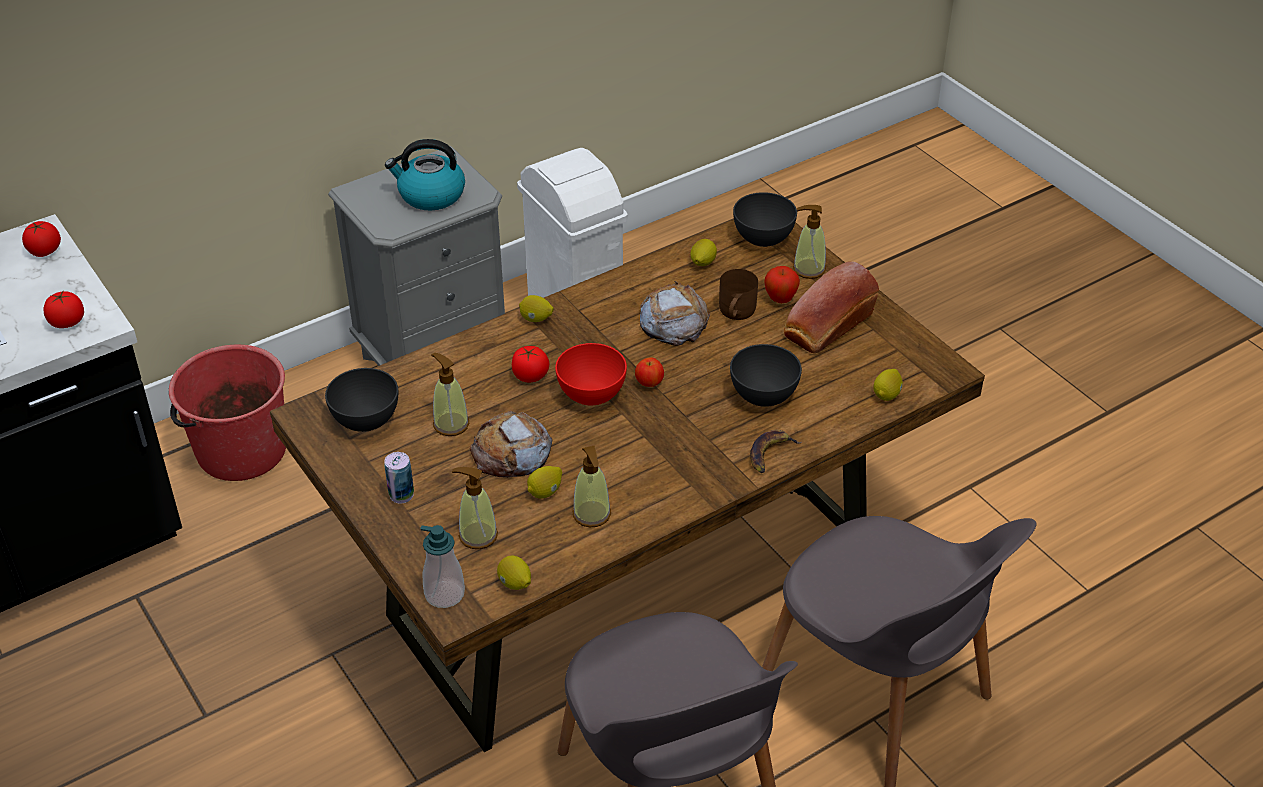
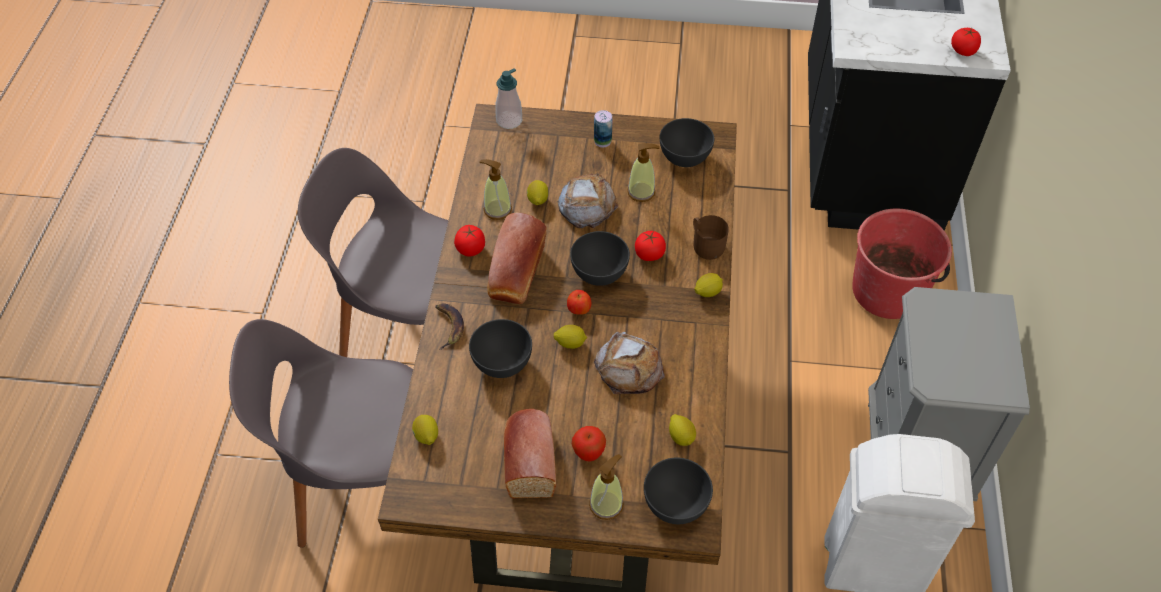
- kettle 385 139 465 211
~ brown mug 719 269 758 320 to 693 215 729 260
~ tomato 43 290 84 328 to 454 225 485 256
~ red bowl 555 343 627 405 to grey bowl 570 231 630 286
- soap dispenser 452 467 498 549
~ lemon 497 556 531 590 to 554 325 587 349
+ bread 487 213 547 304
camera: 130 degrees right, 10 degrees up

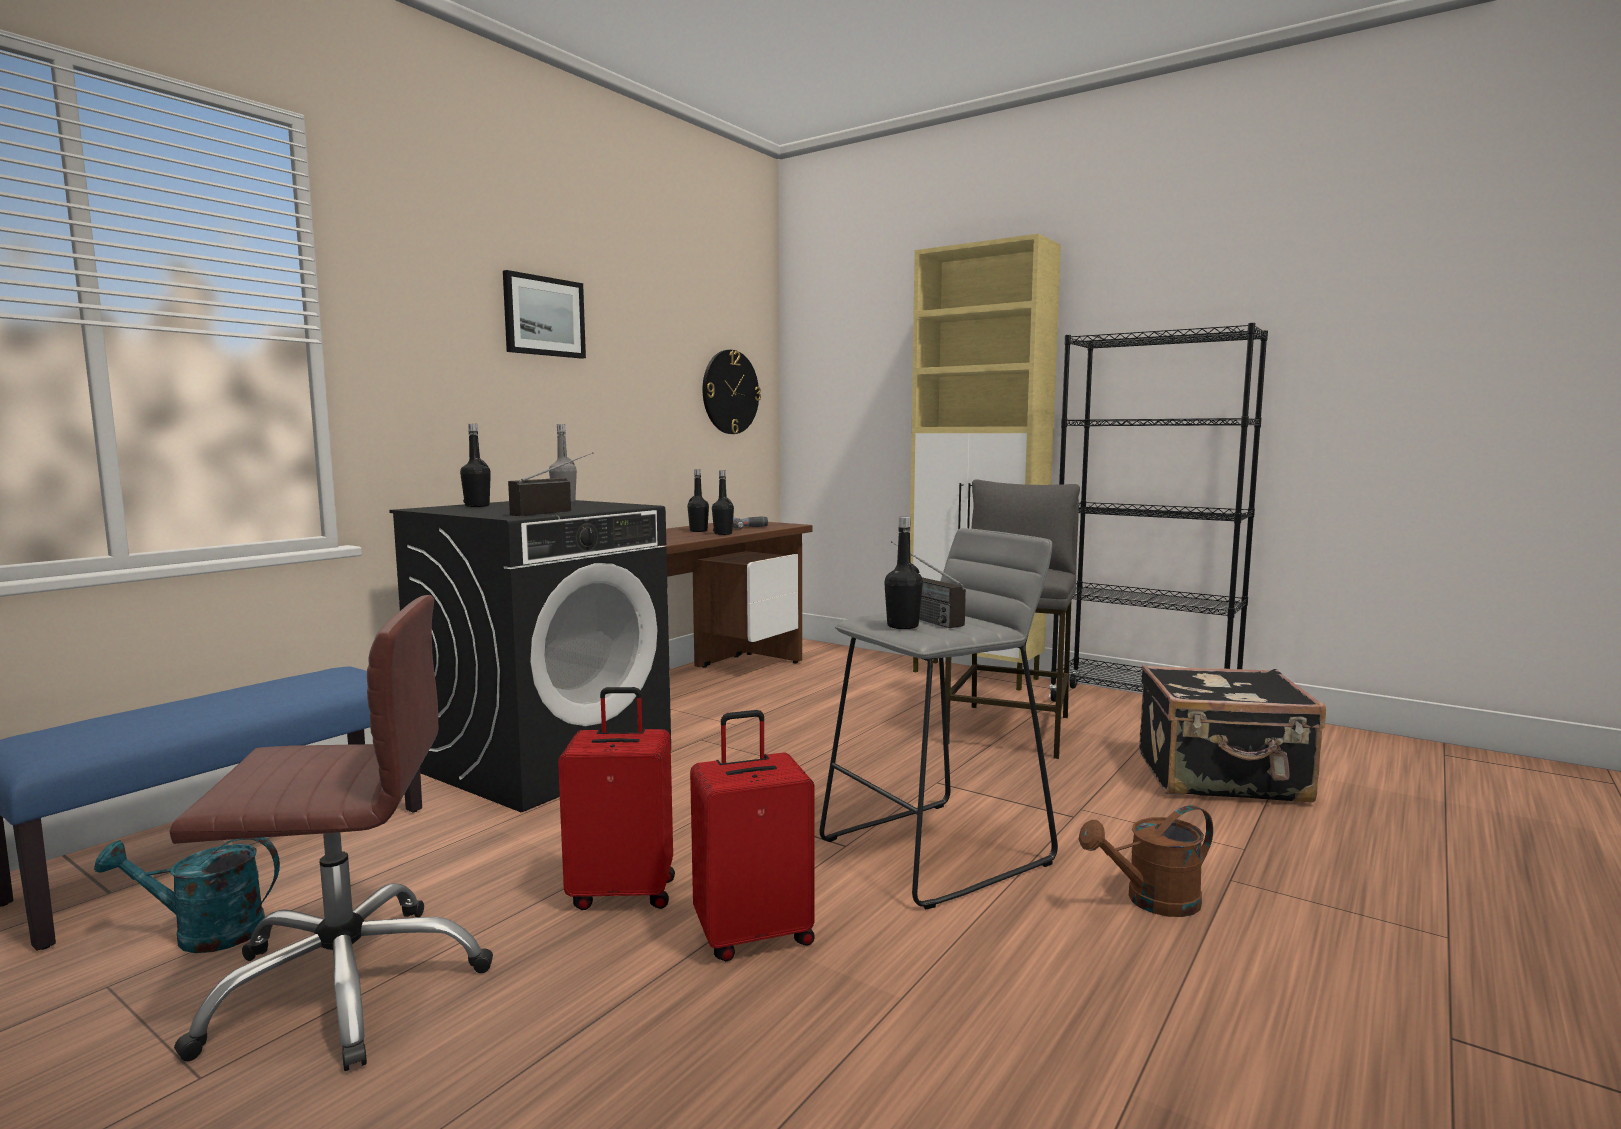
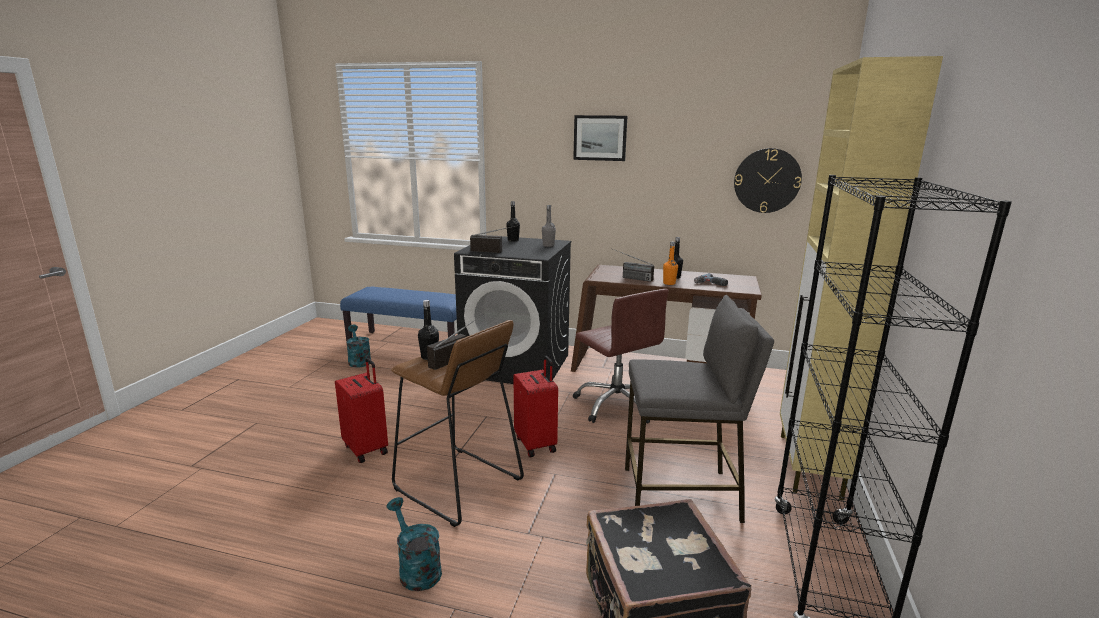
~ black bottle 712 470 734 535 to orange bottle 663 242 678 285
~ grey stool 819 528 1058 909 to brown stool 391 320 524 527
~ brown office chair 169 595 493 1071 to 573 289 669 423
~ red suitcase 558 687 675 910 to 513 356 558 457
~ brown watering can 1079 805 1213 917 to turquoise watering can 386 497 442 591
+ radio 611 248 654 282
camera: 70 degrees right, 10 degrees up

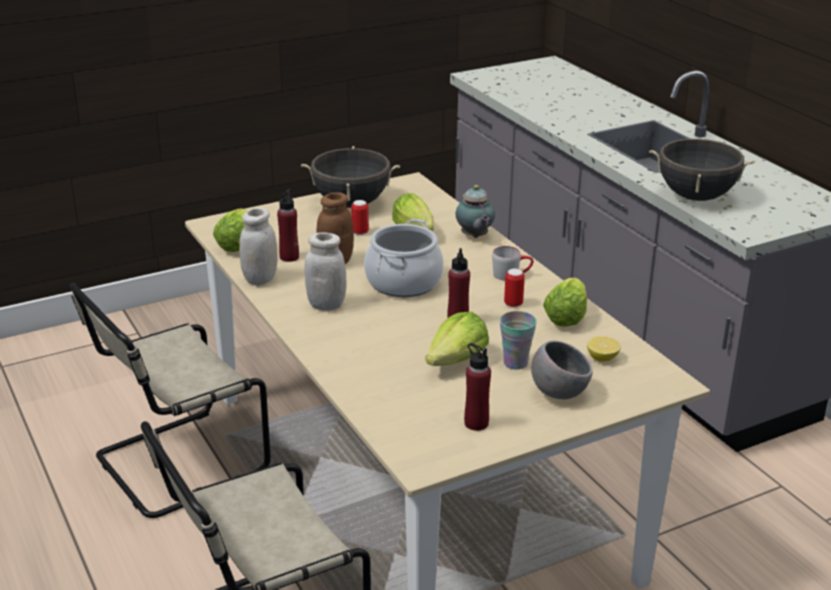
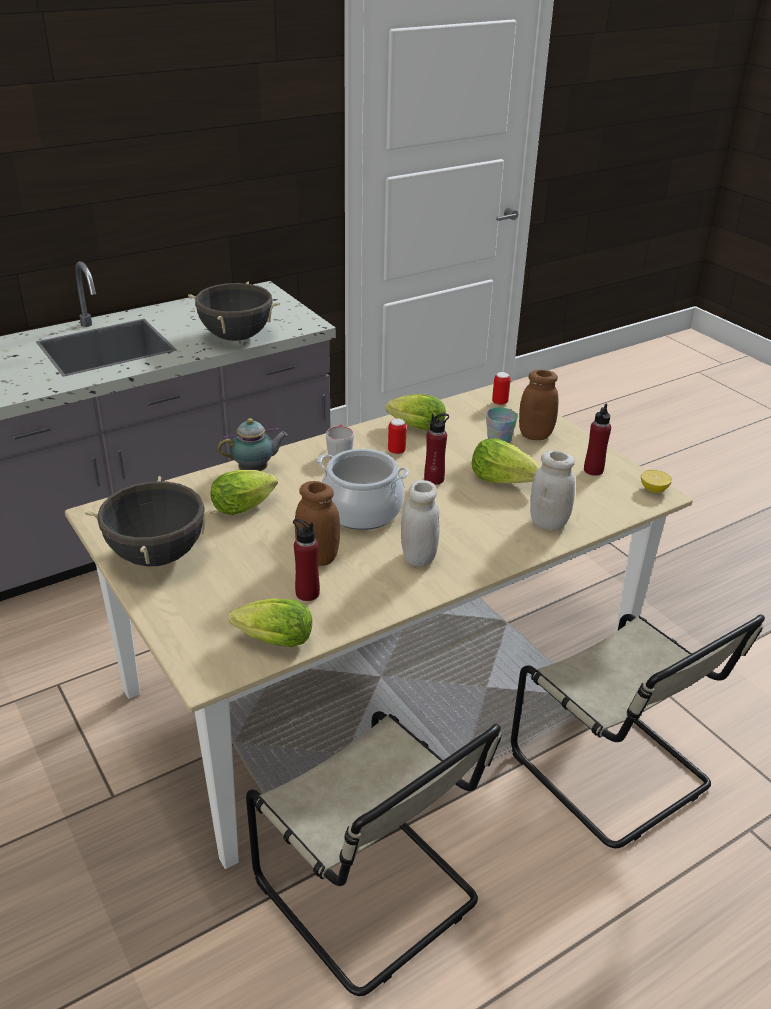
~ can 351 200 369 235 to 492 372 511 405
~ white jar 239 208 278 286 to 530 450 575 531
~ lemon 587 336 621 362 to 641 469 672 493
~ grey bowl 531 340 592 400 to brown jar 519 370 558 440
camera: 95 degrees left, 5 degrees up

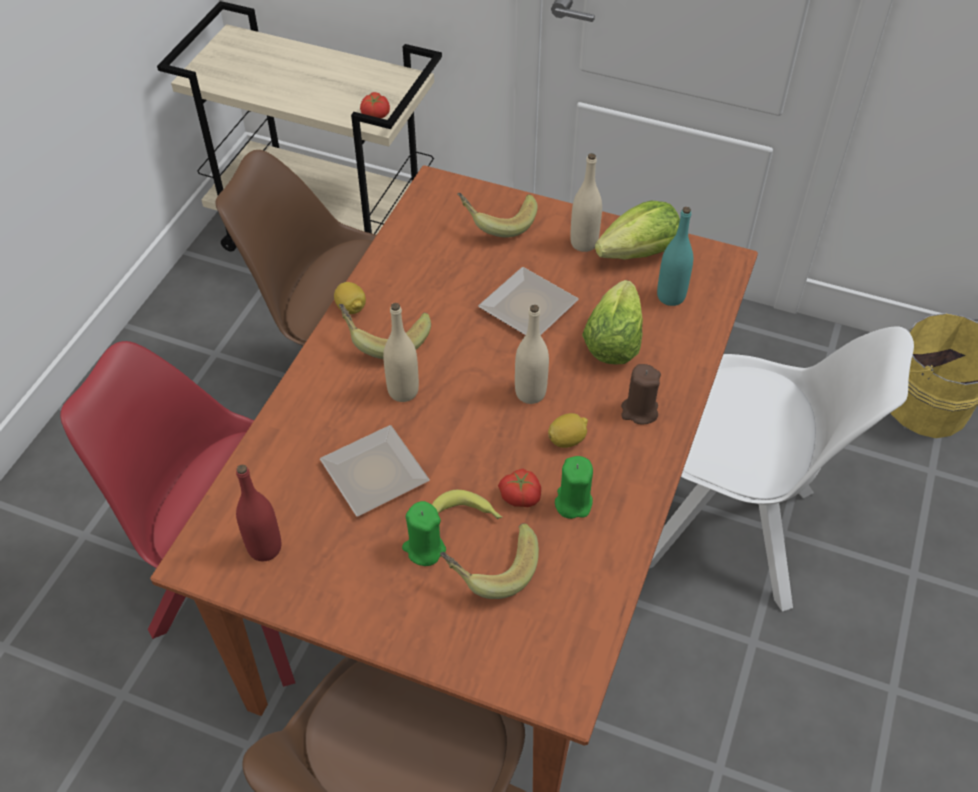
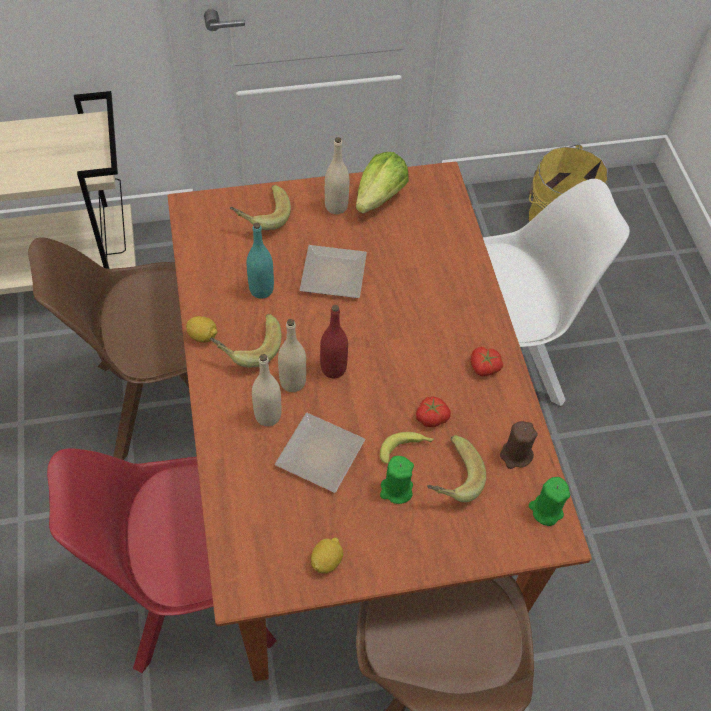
~ tomato 360 92 390 118 to 471 347 503 376
~ turquoise bottle 657 207 693 306 to 246 223 274 299
- lettuce 582 280 643 364
~ beige bottle 515 305 549 404 to 252 354 281 426
~ brown candle 621 364 661 425 to 500 421 538 469
~ lemon 548 413 588 448 to 311 537 343 574
~ green candle 555 456 593 519 to 529 477 570 526
~ red bottle 236 465 281 561 to 320 305 348 378
camera: 35 degrees left, 5 degrees up

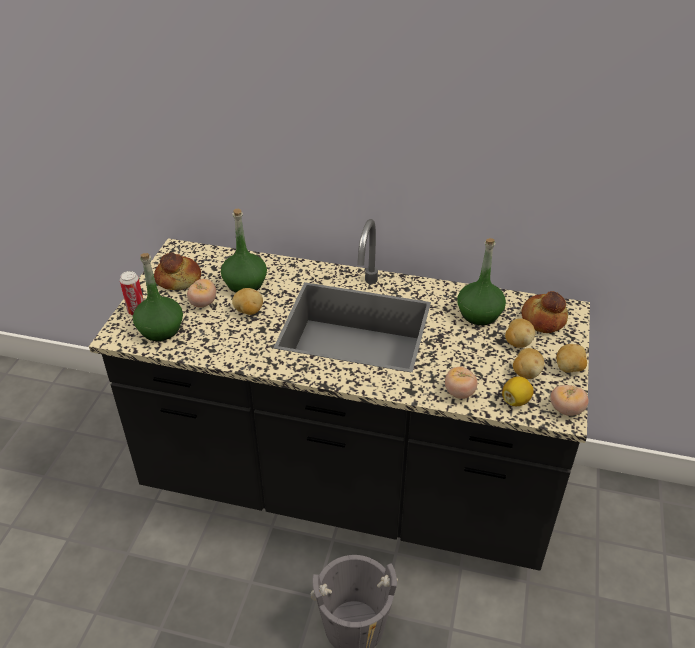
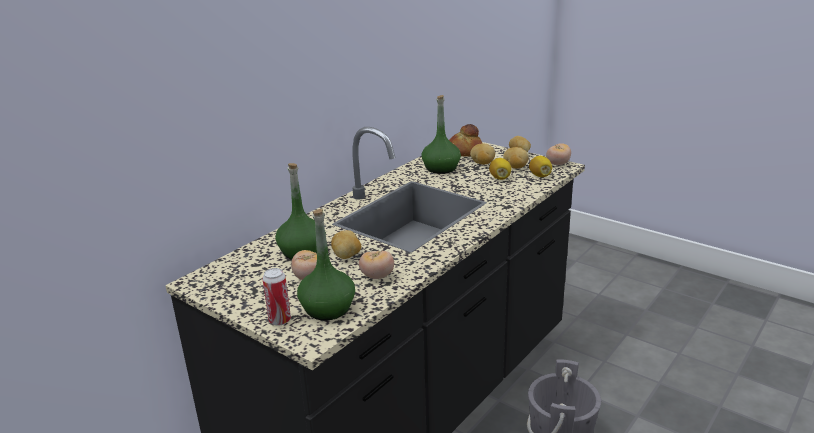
- bread 154 253 201 290
~ tomato 445 367 477 399 to 359 250 394 279
+ lemon 489 158 511 180
camera: 65 degrees left, 15 degrees down

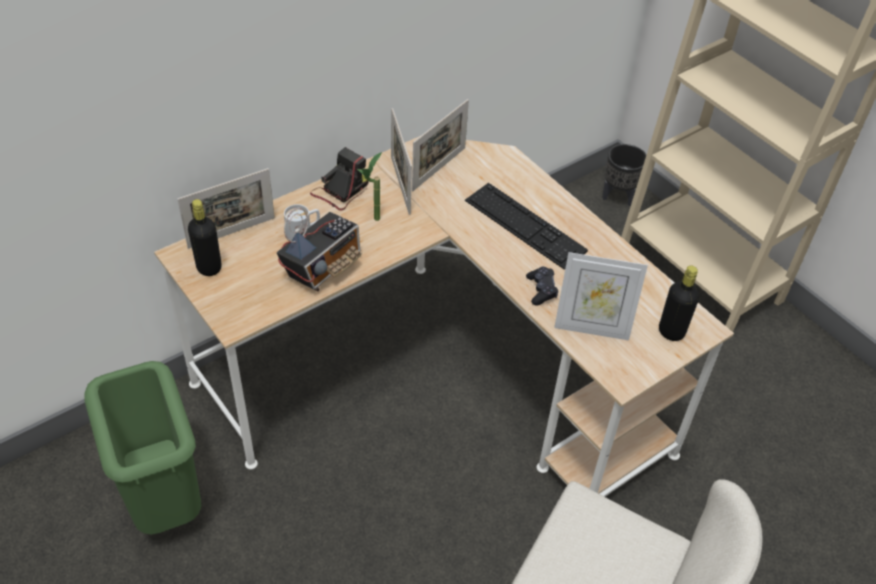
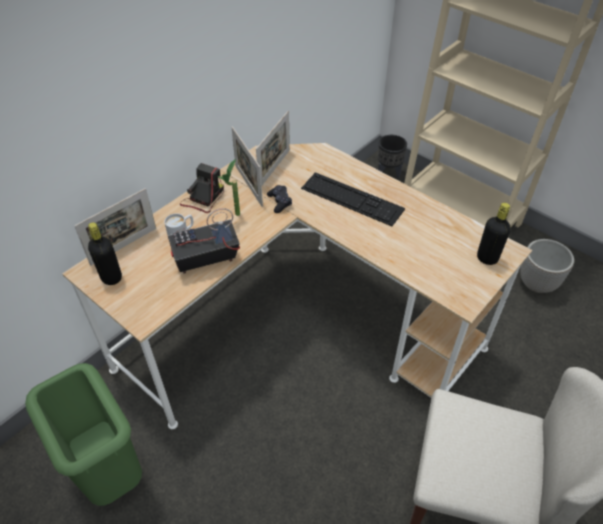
~ radio 277 208 361 292 = 168 208 240 274 135 degrees counterclockwise
- picture frame 554 252 648 340
~ black game controller 526 267 558 305 to 267 185 292 213
+ planter 520 239 574 293
camera: 10 degrees left, 0 degrees up

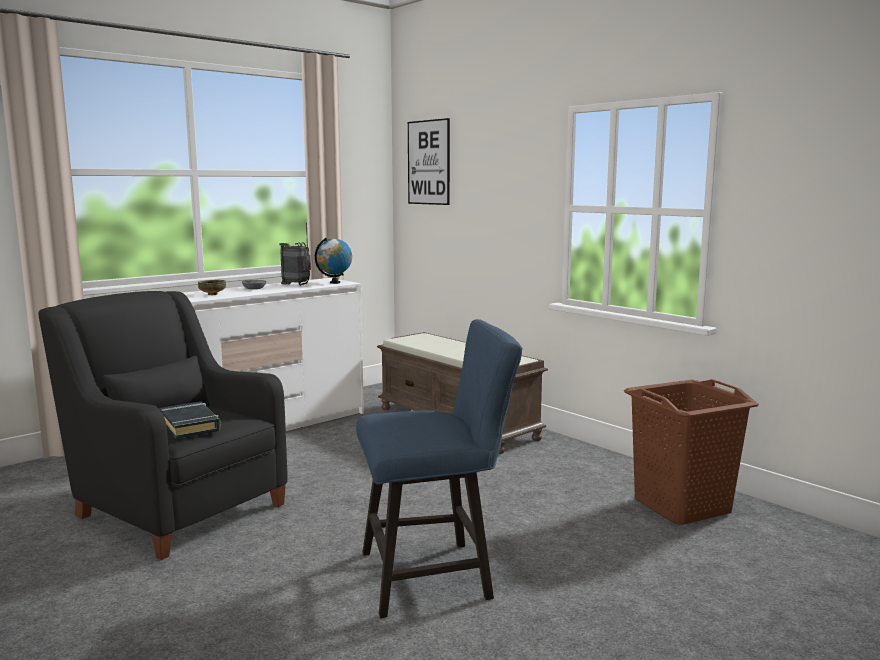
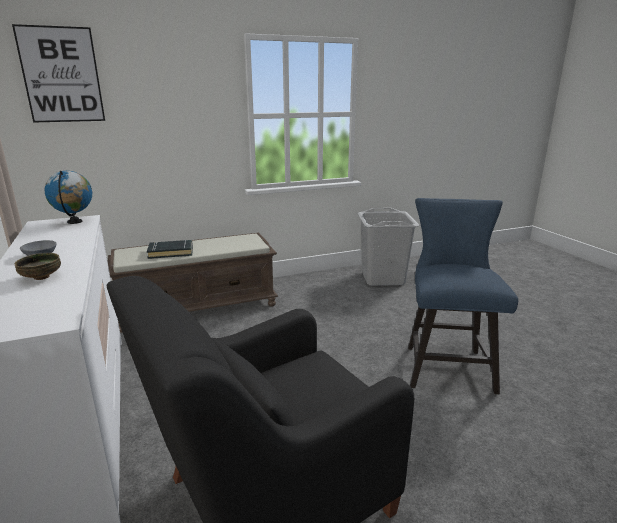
- radio 279 223 311 286
~ brown laundry basket 624 379 759 525 to grey laundry basket 357 208 419 286
~ black book 159 402 221 439 to 147 240 193 259
camera: 70 degrees left, 10 degrees up

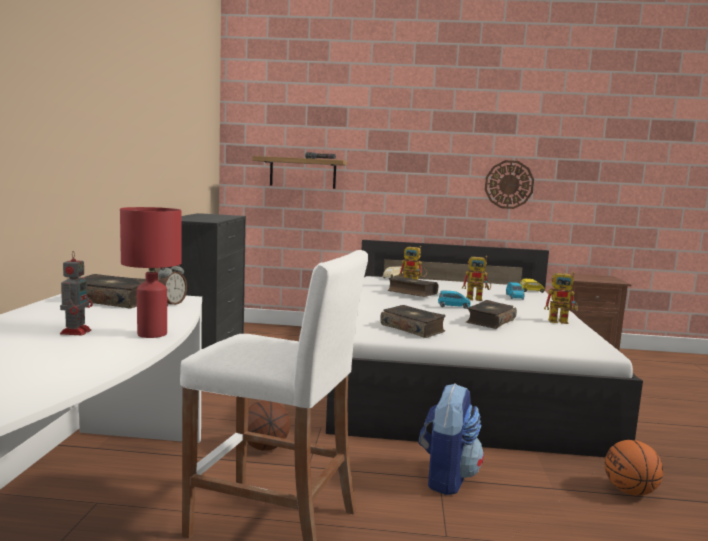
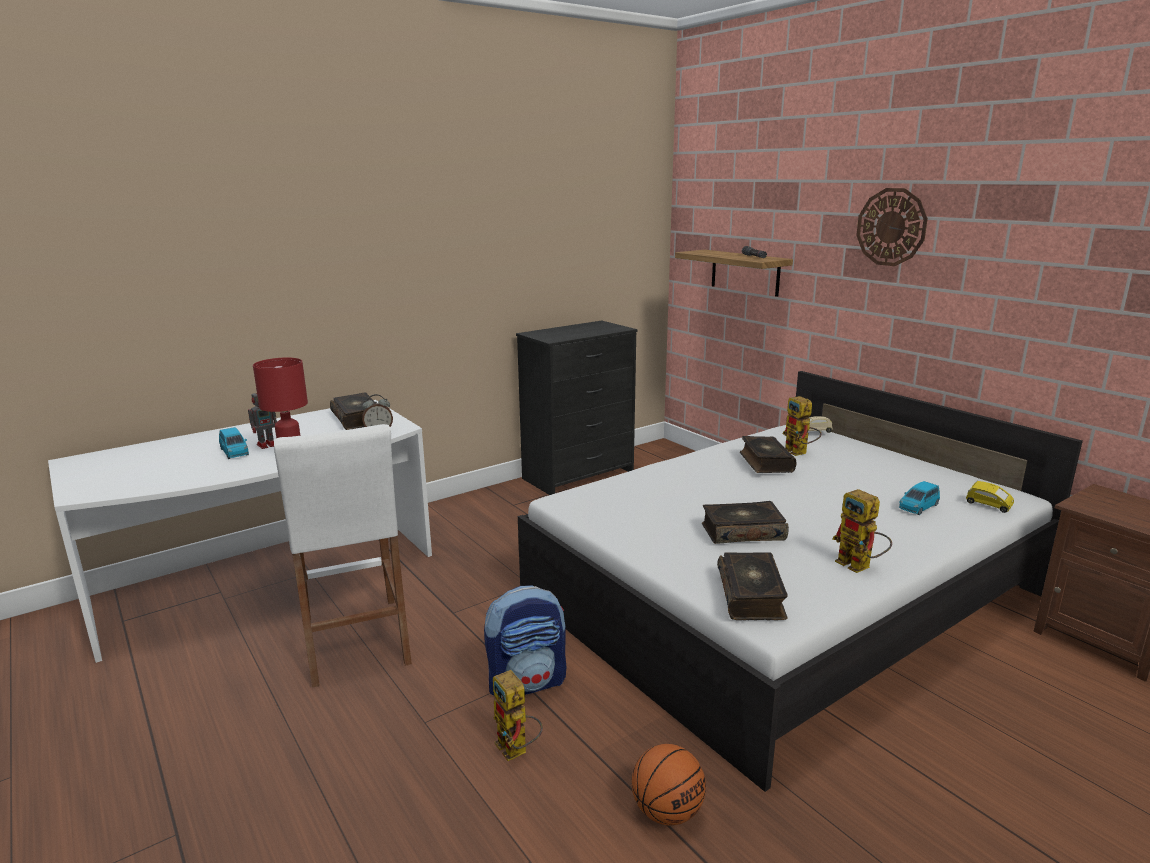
~ wall clock 485 160 534 209 to 856 188 928 266
~ toy robot 462 256 491 301 to 493 670 543 761
~ blue toy car 438 291 471 309 to 219 427 249 459
~ book 380 305 446 338 to 717 552 788 620
- basketball 247 400 290 451
camera: 50 degrees right, 10 degrees up

